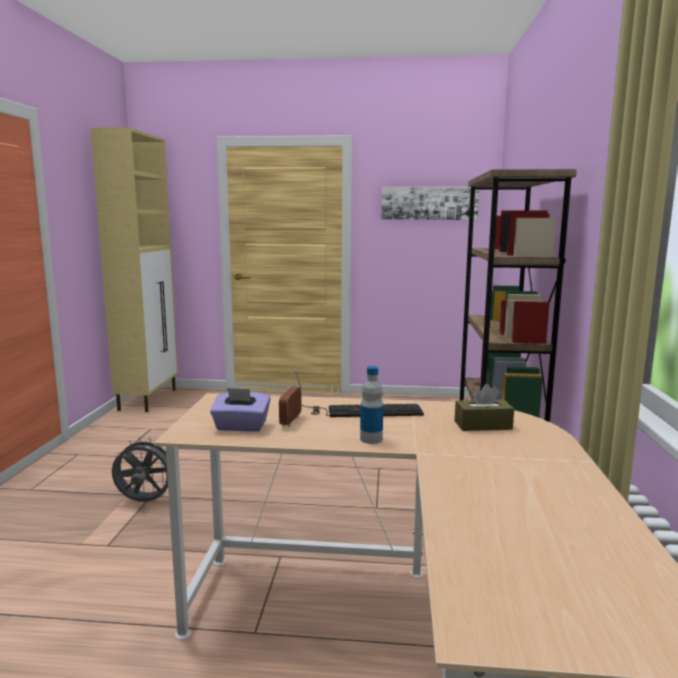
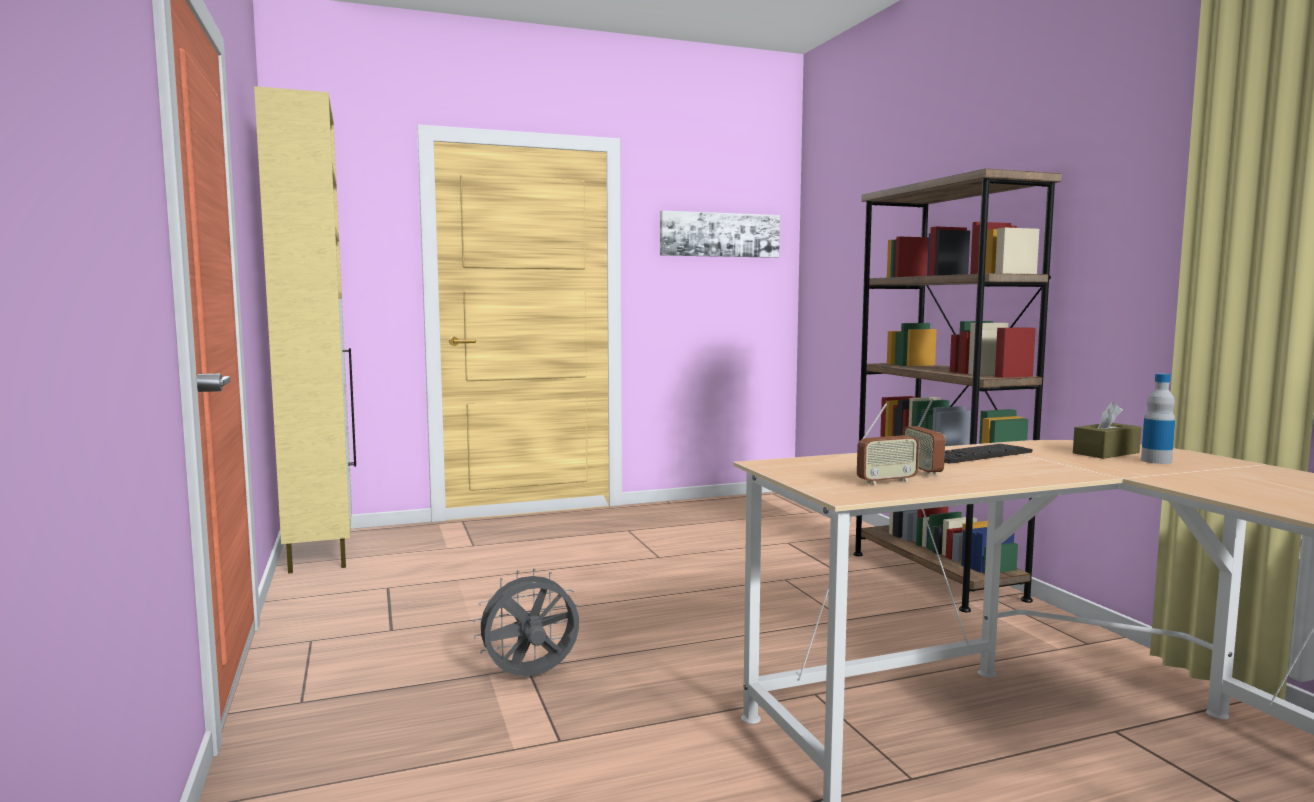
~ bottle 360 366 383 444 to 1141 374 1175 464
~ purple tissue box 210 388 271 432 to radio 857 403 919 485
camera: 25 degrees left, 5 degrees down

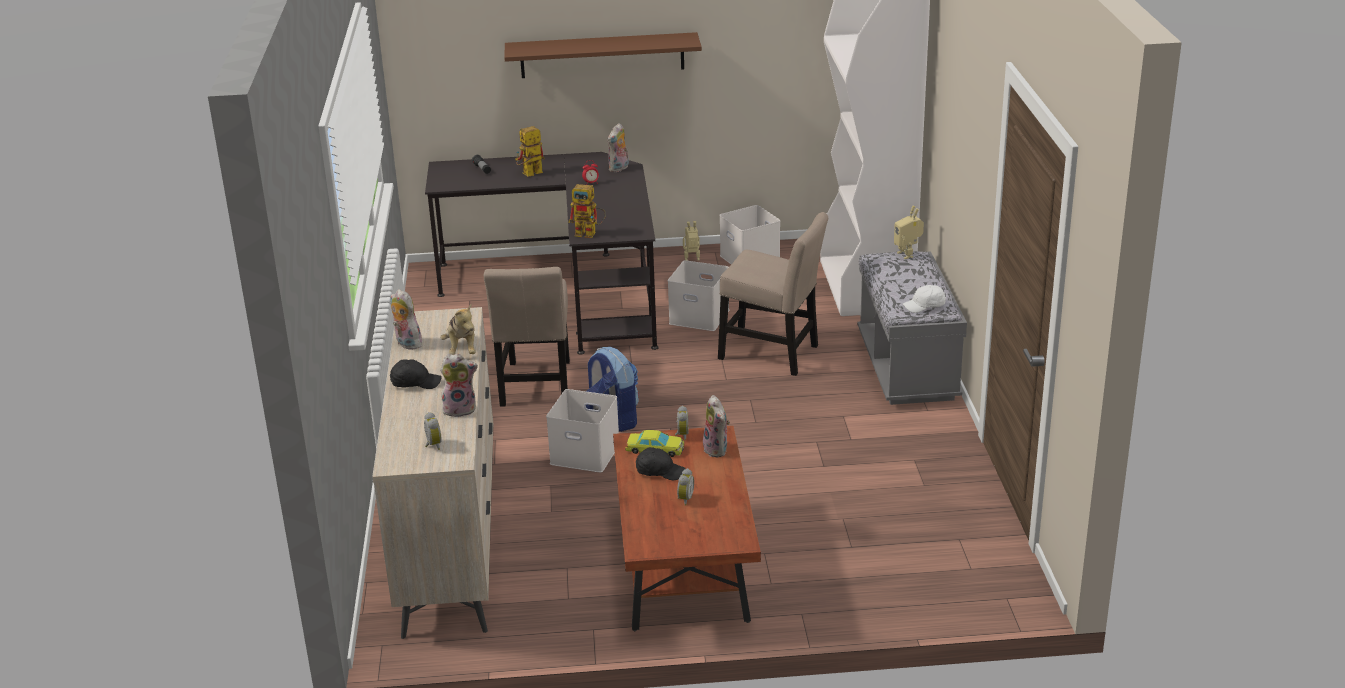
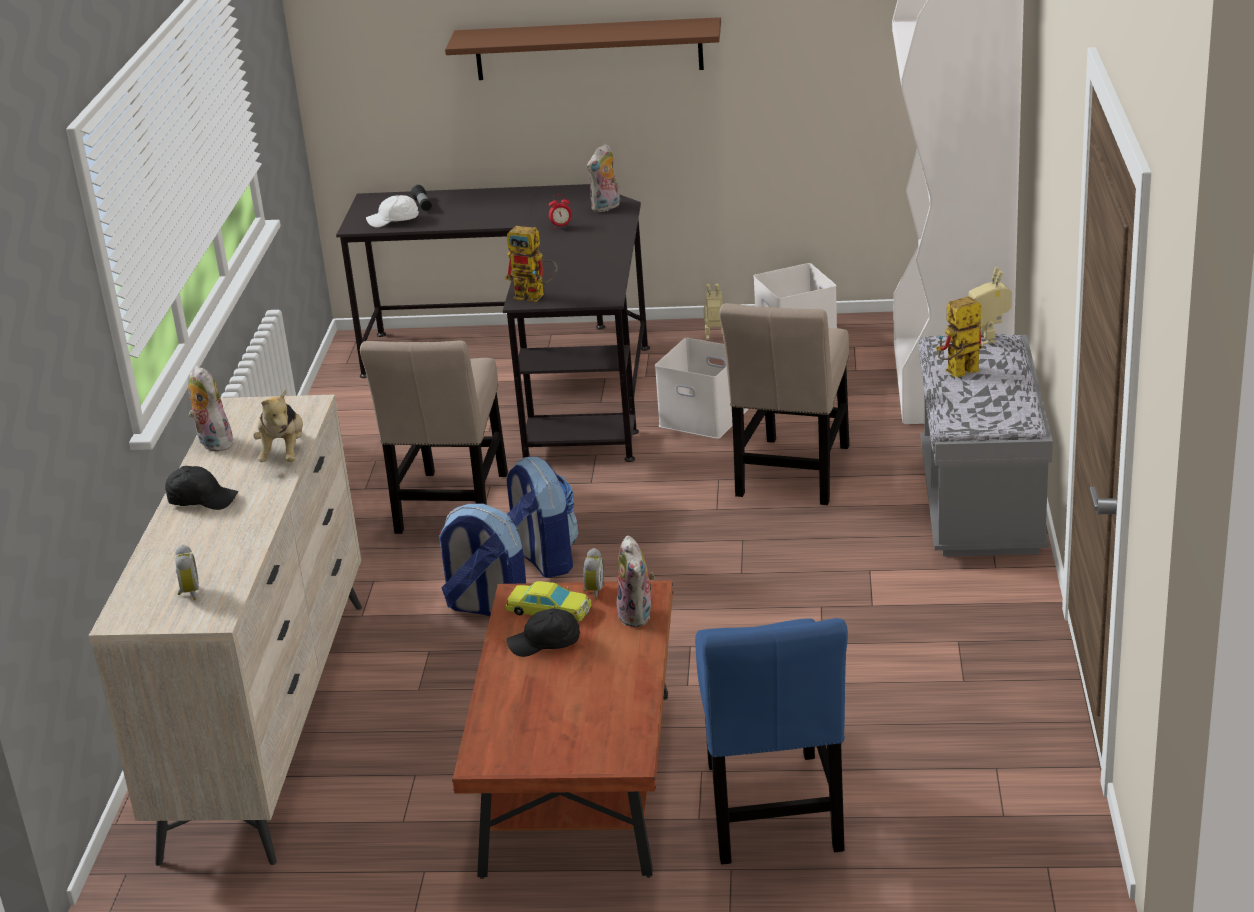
~ toy robot 515 126 545 177 to 936 296 983 377
~ beige chair 718 212 828 376 = 719 303 849 505 75 degrees clockwise
~ white cap 903 285 946 313 to 366 195 419 228
- plush toy 440 354 478 417
~ white storage box 546 389 619 473 to backpack 439 504 526 616
~ black cap 636 447 686 480 = 506 608 580 657 150 degrees clockwise
- alarm clock 677 468 694 506
+ blue chair 695 618 848 865
camera: 10 degrees right, 0 degrees up

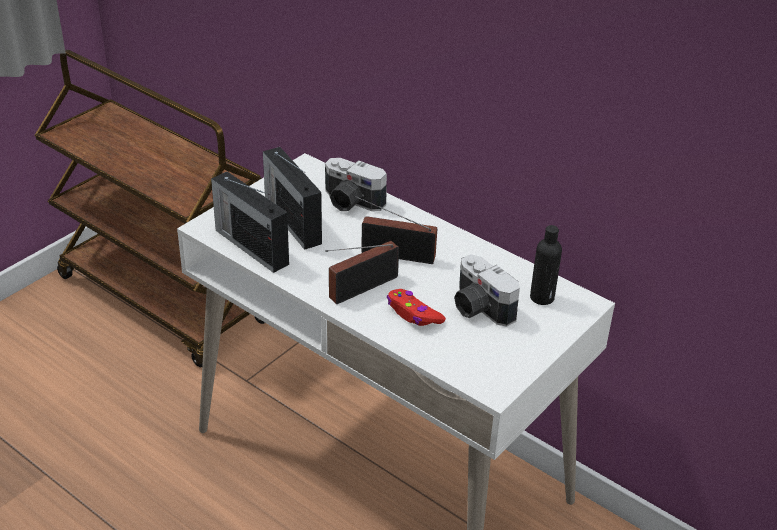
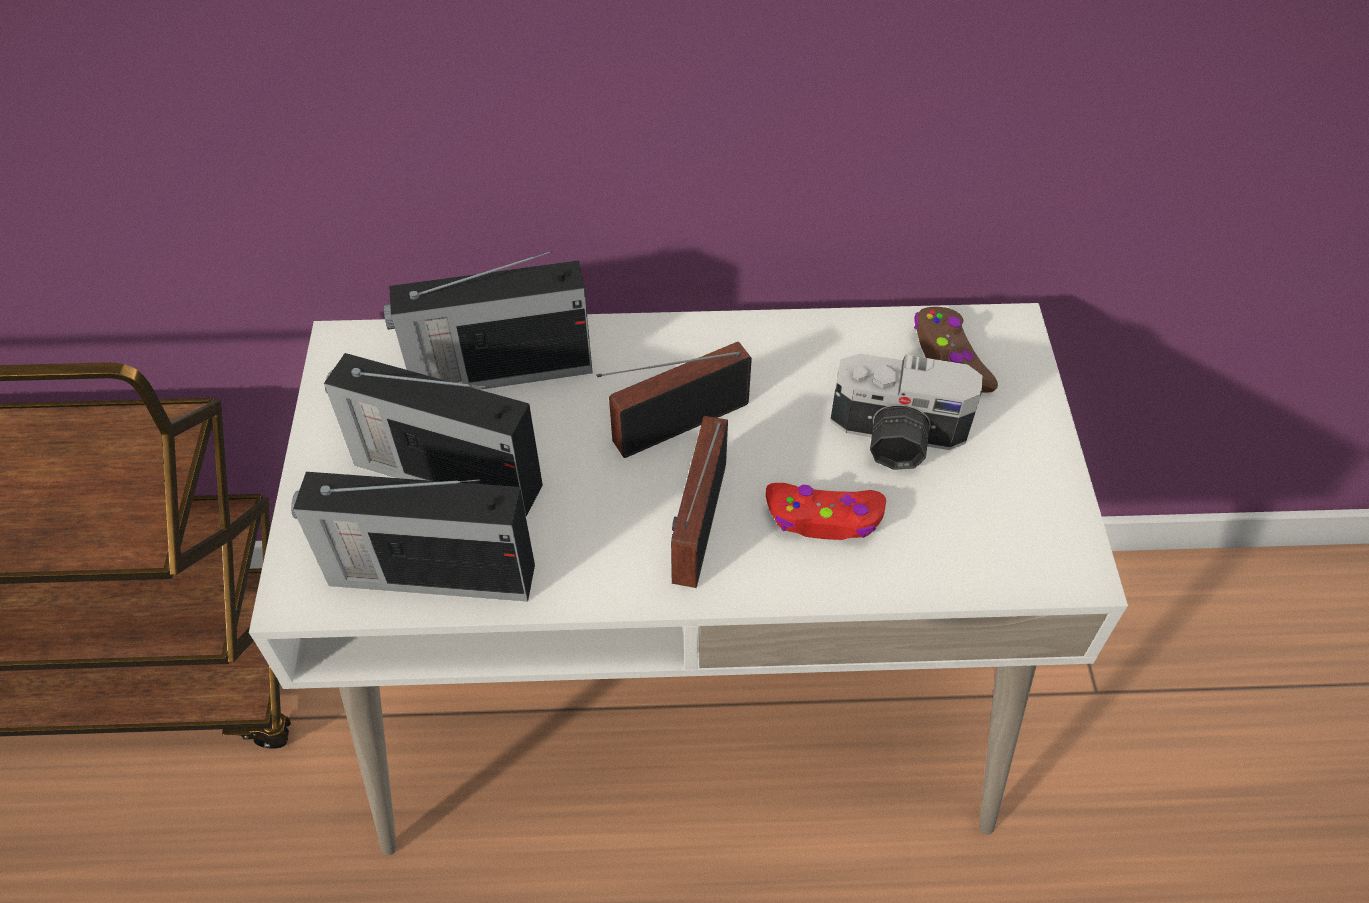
~ photo camera 325 158 387 211 to radio 384 251 593 390
~ black bottle 530 225 562 305 to brown game controller 914 307 998 393
camera: 40 degrees left, 15 degrees up

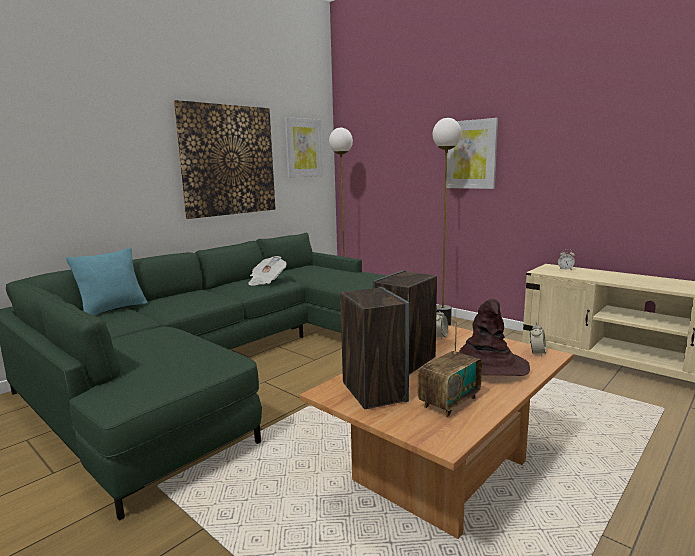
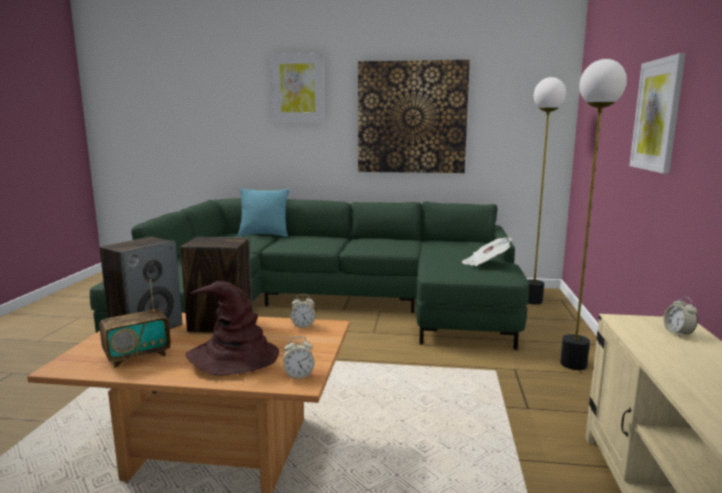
~ picture 284 117 323 178 to 270 53 325 122
~ newspaper 248 256 286 285 to 462 237 512 266
~ radio 418 320 482 417 = 99 279 171 368 45 degrees counterclockwise
camera: 55 degrees right, 0 degrees up

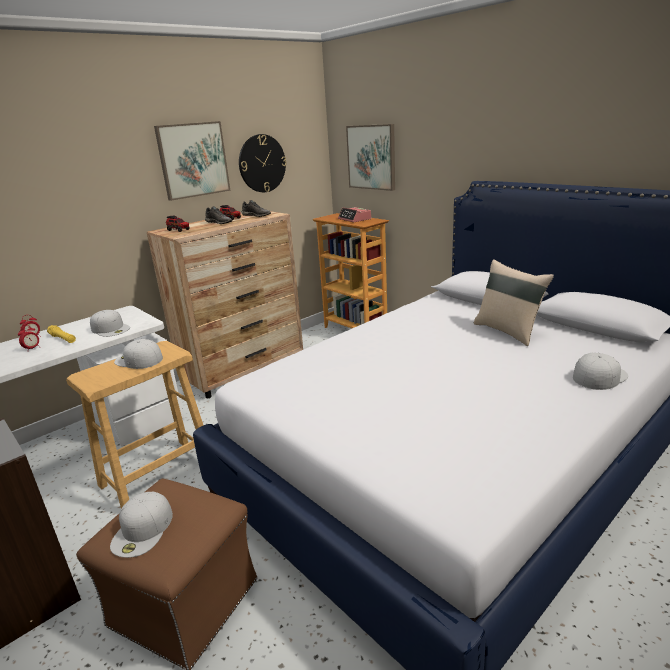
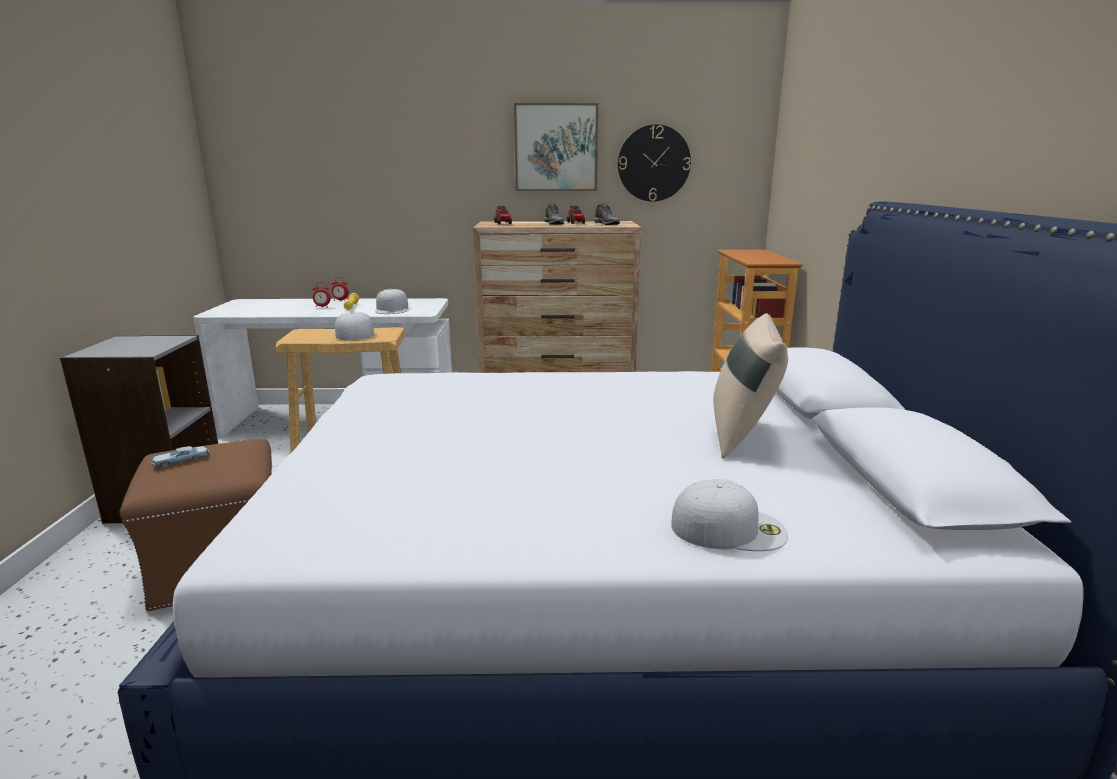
- picture 346 124 395 191
- alarm clock 338 207 371 222
~ white cap 110 492 173 558 to blue toy car 151 446 210 467
camera: 40 degrees right, 5 degrees down

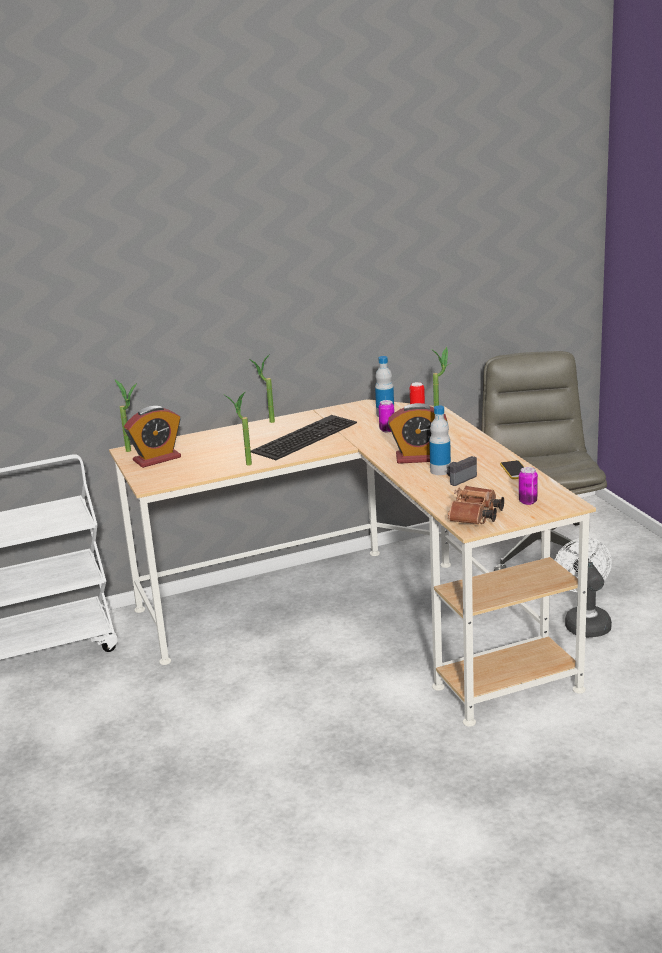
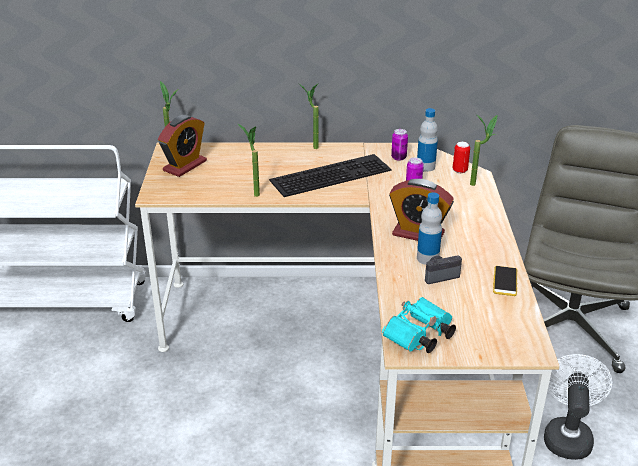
~ alarm clock 124 406 181 468 = 158 115 207 177 45 degrees counterclockwise
~ can 519 467 538 505 to 391 129 408 161
~ brown binoculars 448 486 504 524 to turquoise binoculars 382 297 456 353
camera: 20 degrees right, 10 degrees up

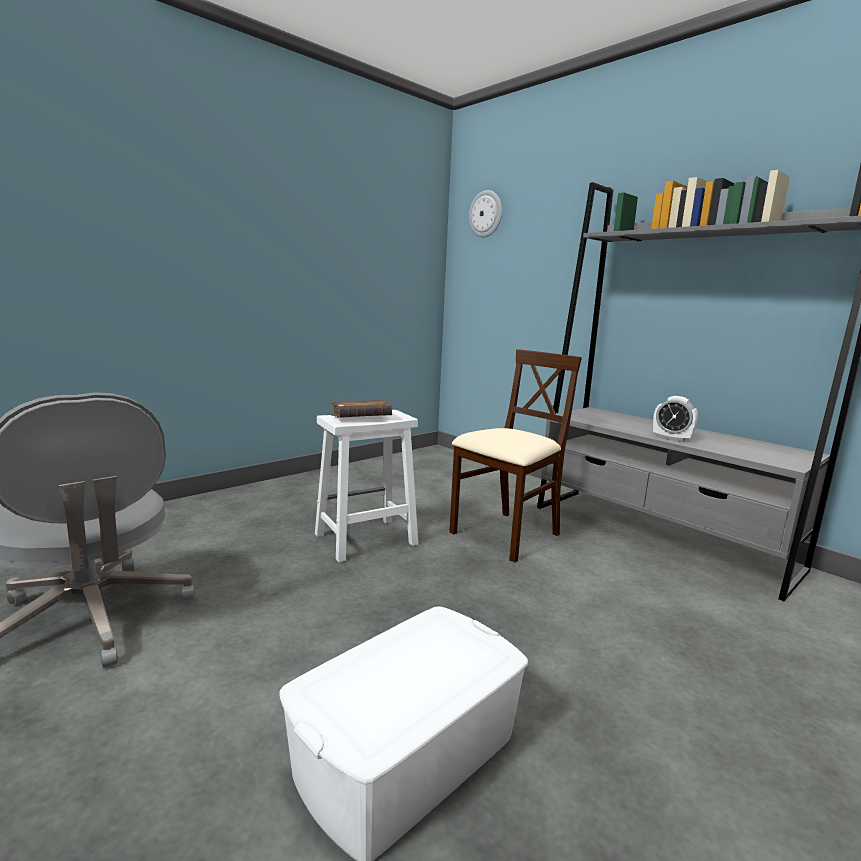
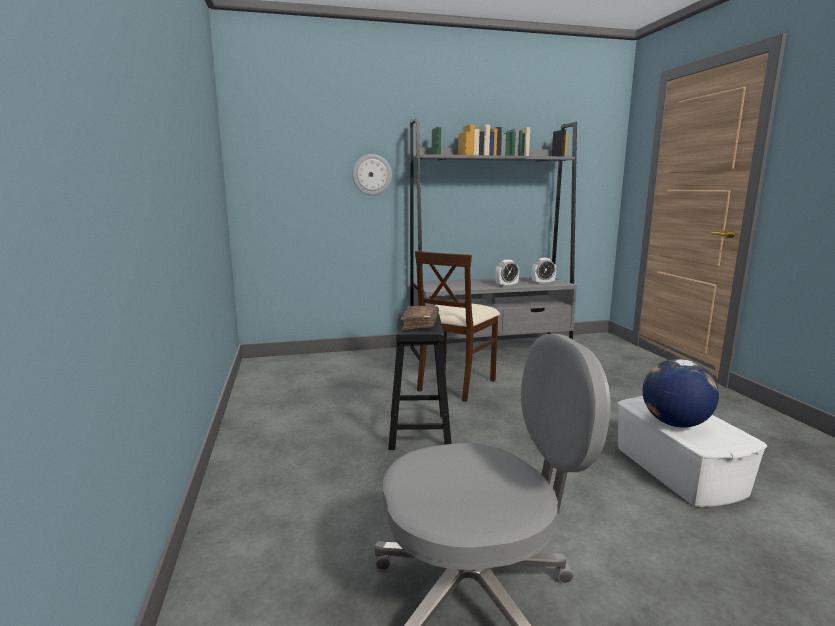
~ wall clock 469 190 502 237 to 352 154 392 195
~ beige chair 449 349 582 563 = 415 251 500 402 135 degrees counterclockwise
~ white stool 315 410 418 562 to black stool 388 314 452 450
+ alarm clock 532 258 556 284
+ globe 643 359 719 428
camera: 60 degrees left, 0 degrees up

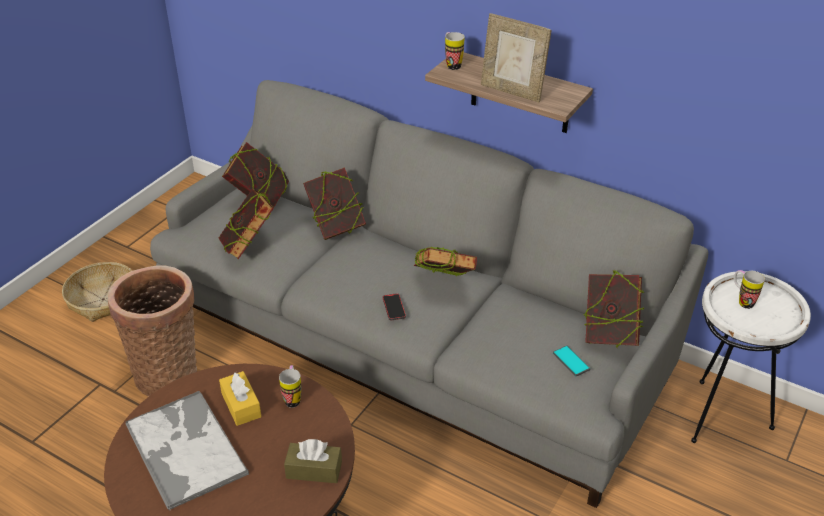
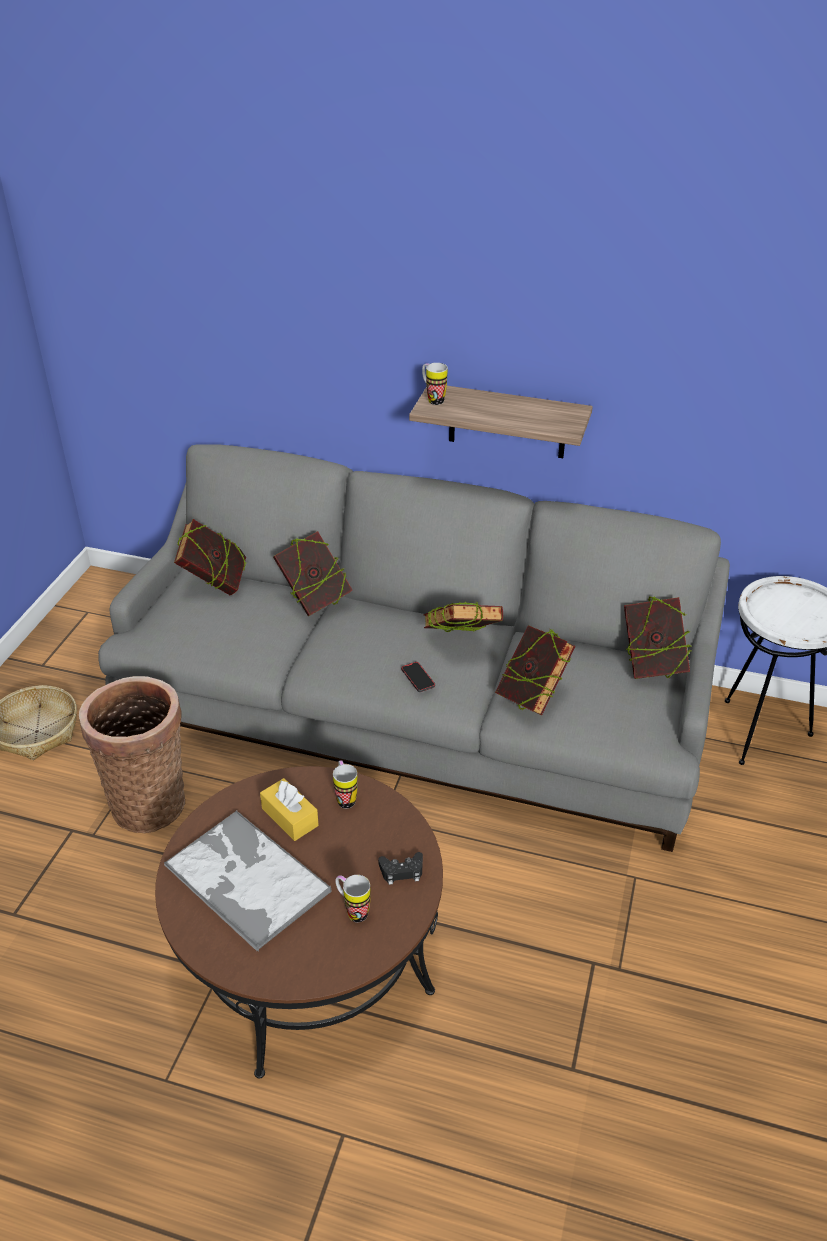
- picture frame 481 13 551 102
~ book 219 189 274 259 to 495 625 576 716
~ mug 734 270 765 309 to 335 875 370 922
- phone 553 346 590 376
~ brown tissue box 284 439 342 483 to black game controller 378 852 423 885
camera: 15 degrees left, 0 degrees up

